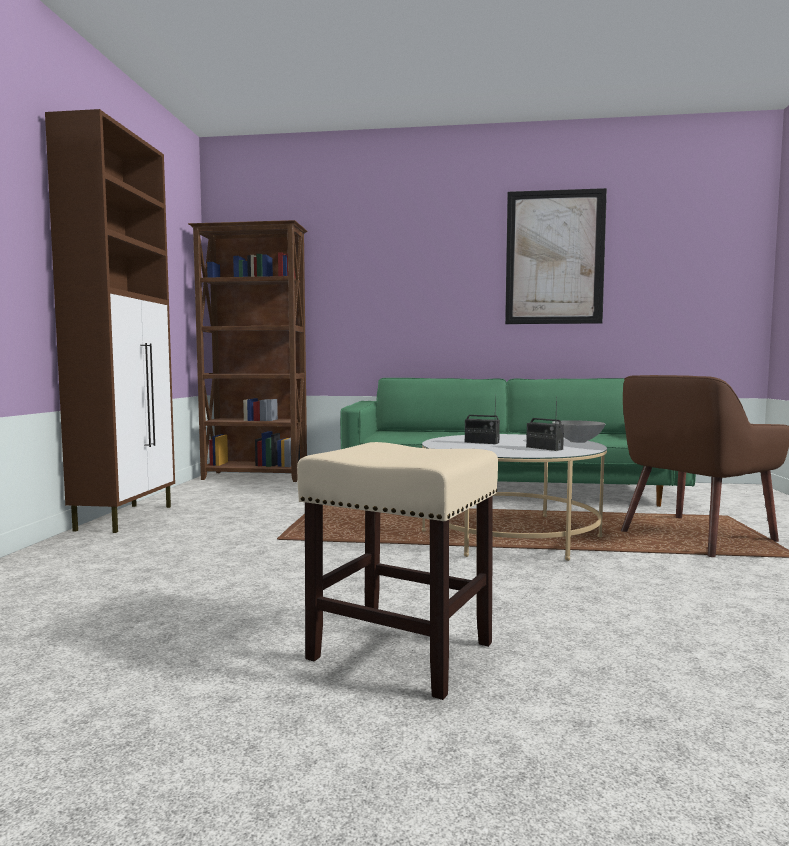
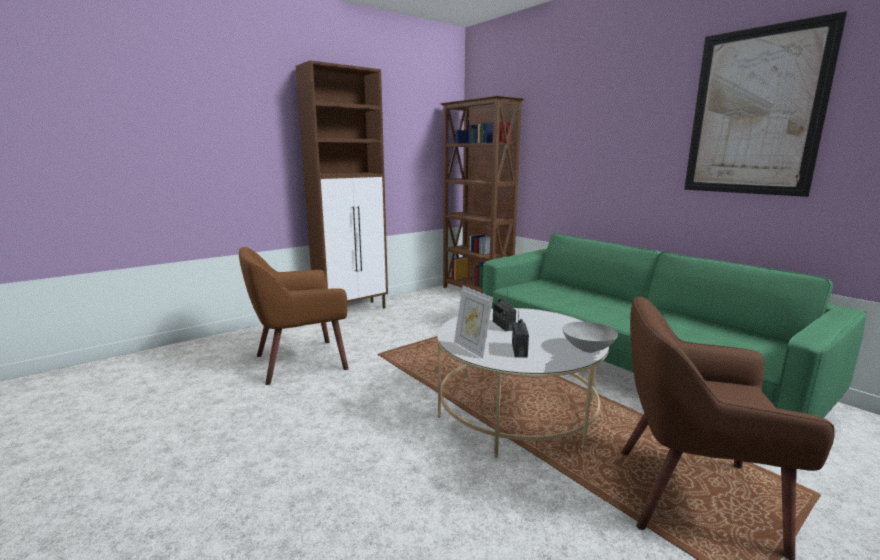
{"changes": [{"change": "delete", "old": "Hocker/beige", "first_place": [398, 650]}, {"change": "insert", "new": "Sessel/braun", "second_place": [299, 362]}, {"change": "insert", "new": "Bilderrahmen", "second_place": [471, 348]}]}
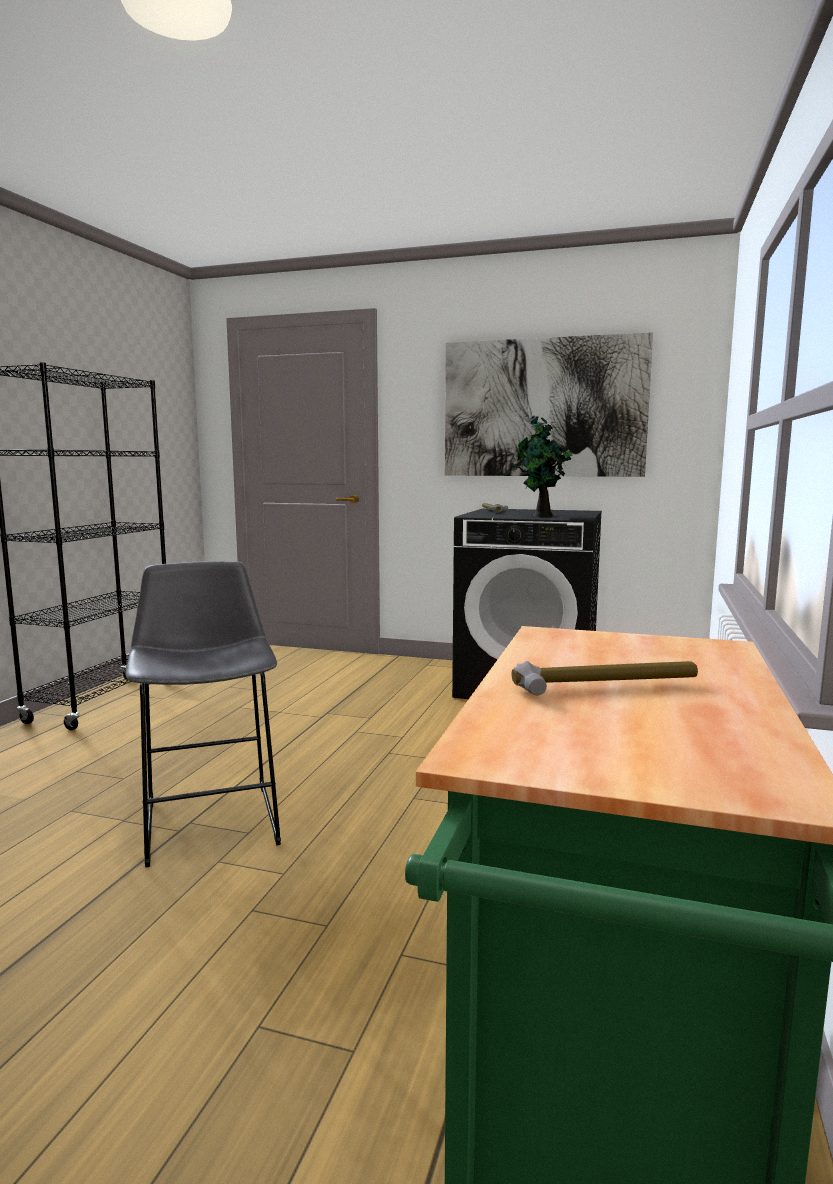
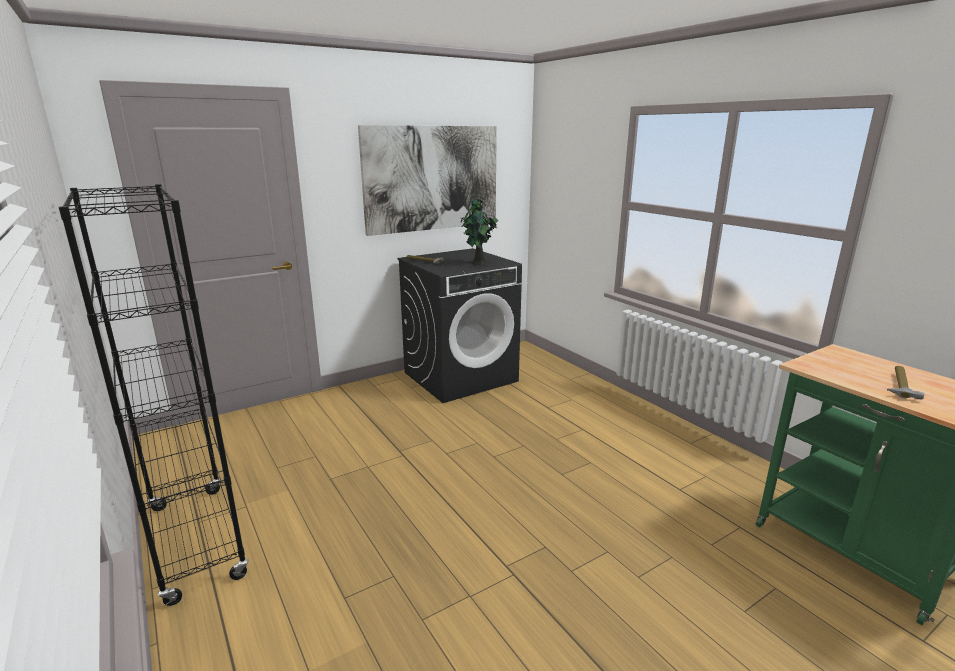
{"changes": [{"change": "delete", "old": "Hocker/grau", "first_place": [212, 817]}]}
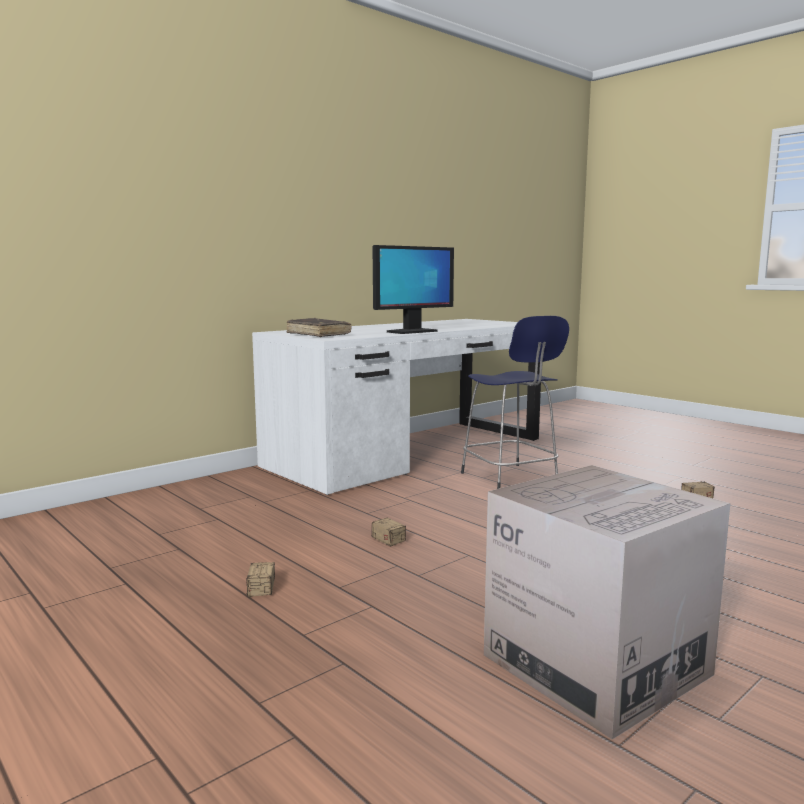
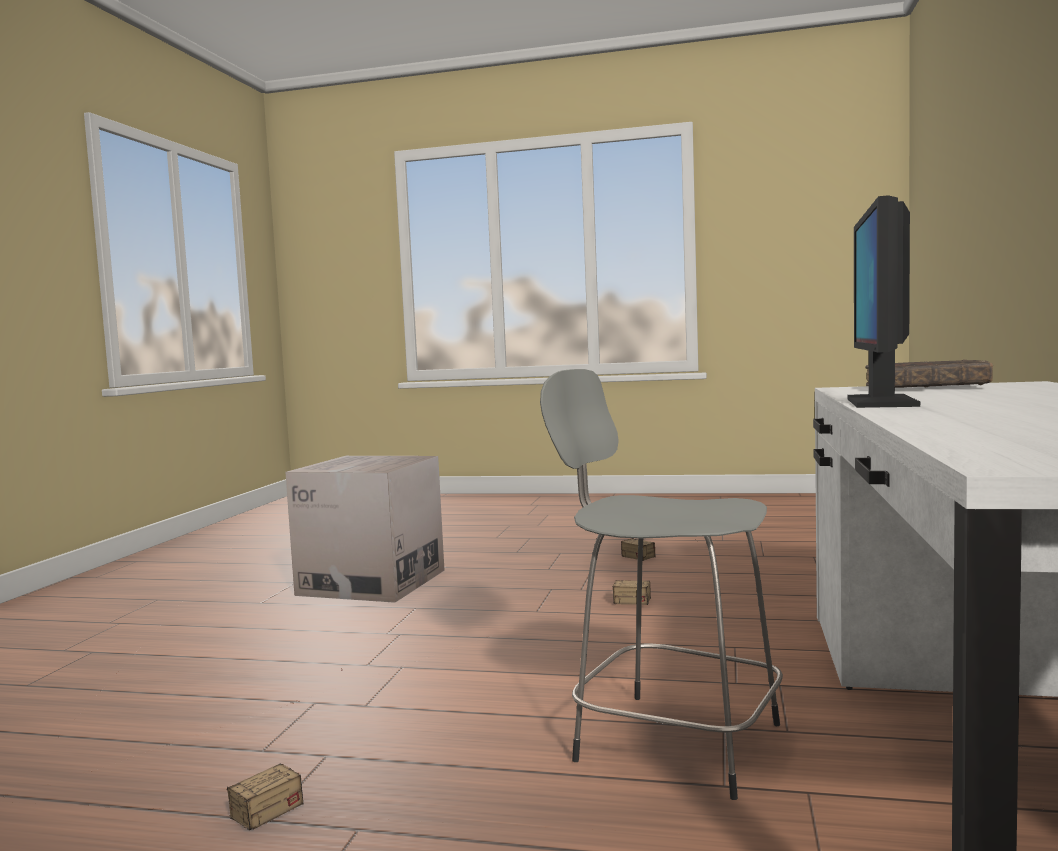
{"changes": [{"change": "recolor", "old": "Hocker/blau", "new": "Hocker/grau", "first_place": [510, 479], "second_place": [671, 740]}]}
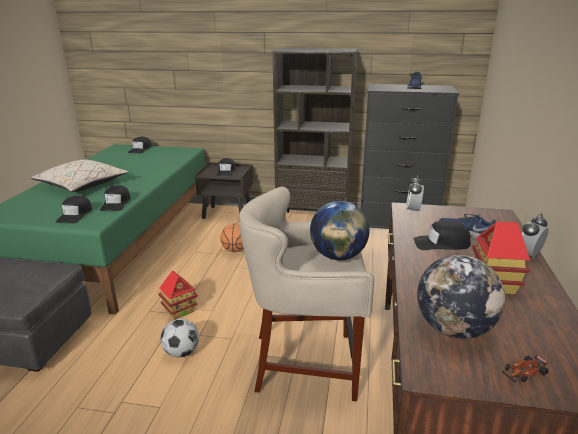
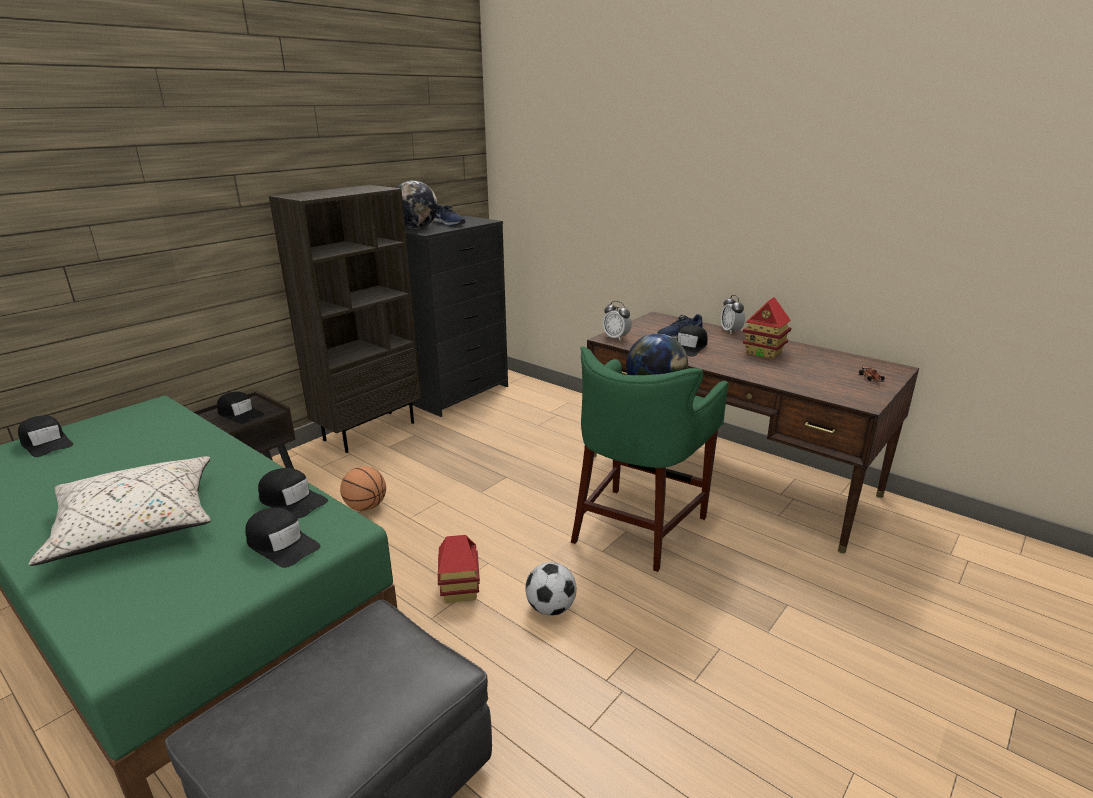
{"changes": [{"change": "recolor", "old": "Hocker/beige", "new": "Hocker/grün", "first_place": [306, 364], "second_place": [638, 527]}, {"change": "move", "old": "Globus", "first_place": [454, 329], "second_place": [416, 228]}]}
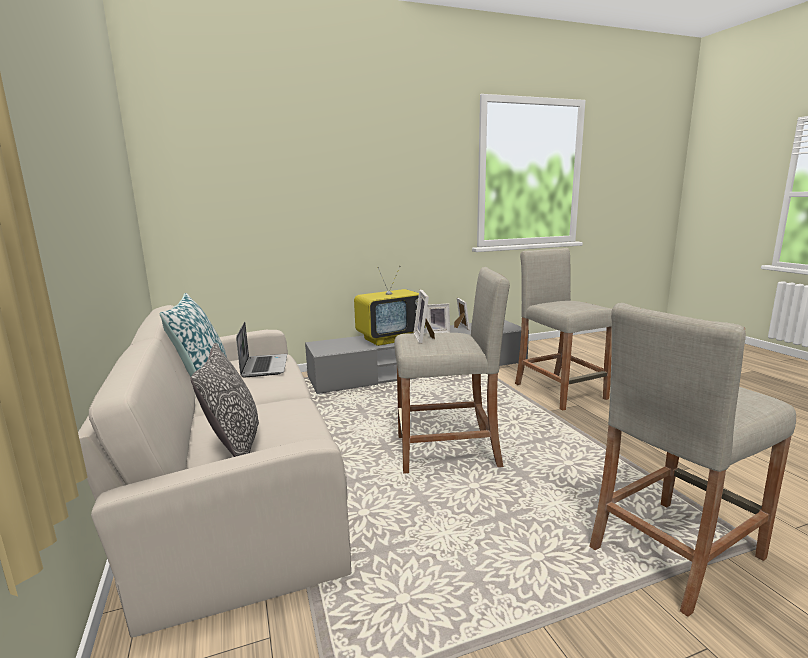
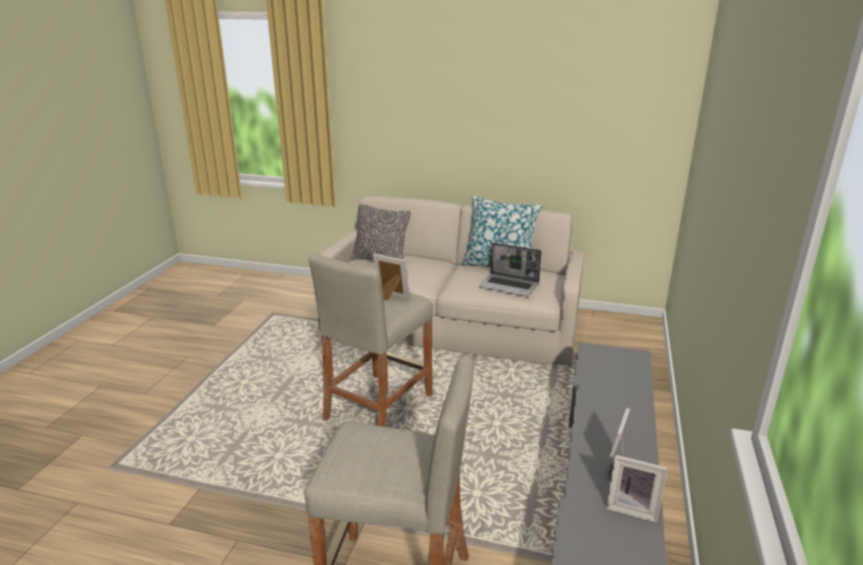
{"changes": [{"change": "delete", "old": "Fernseher", "first_place": [390, 338]}, {"change": "delete", "old": "Hocker/beige", "first_place": [674, 551]}]}
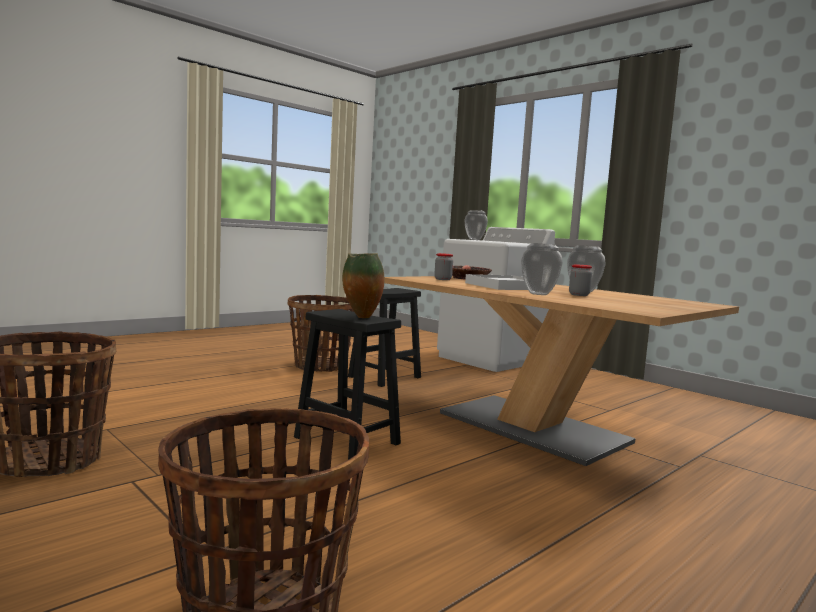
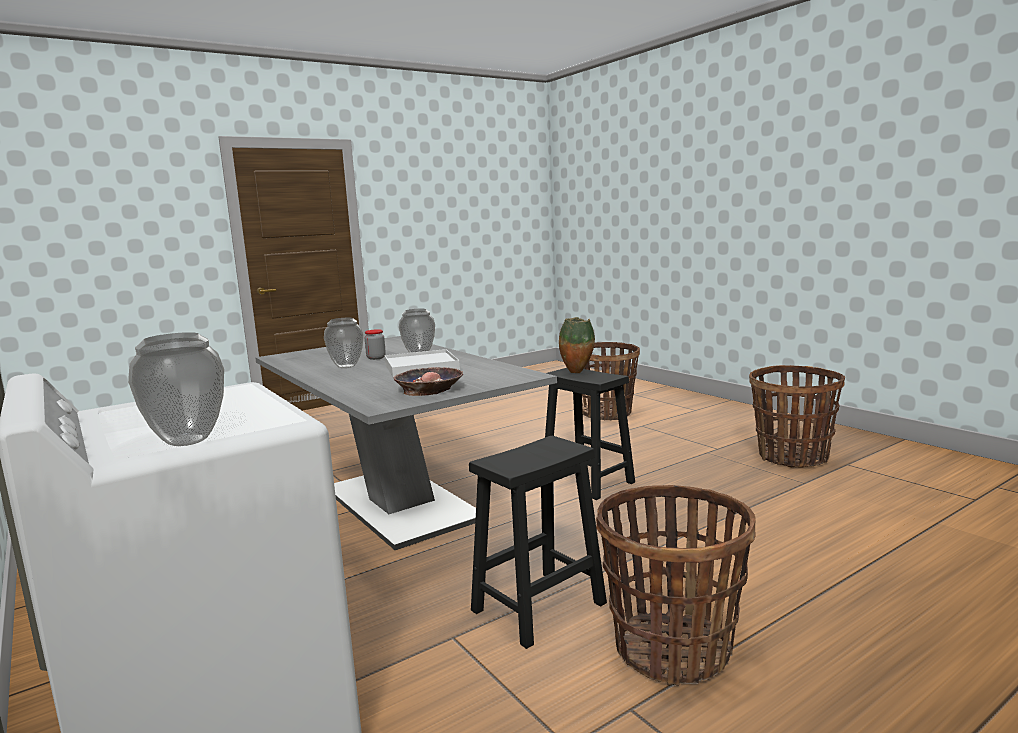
{"changes": [{"change": "delete", "old": "Vorratsglas", "first_place": [443, 279]}, {"change": "recolor", "old": "Esstisch/braun", "new": "Esstisch/grau", "first_place": [532, 427], "second_place": [400, 503]}]}
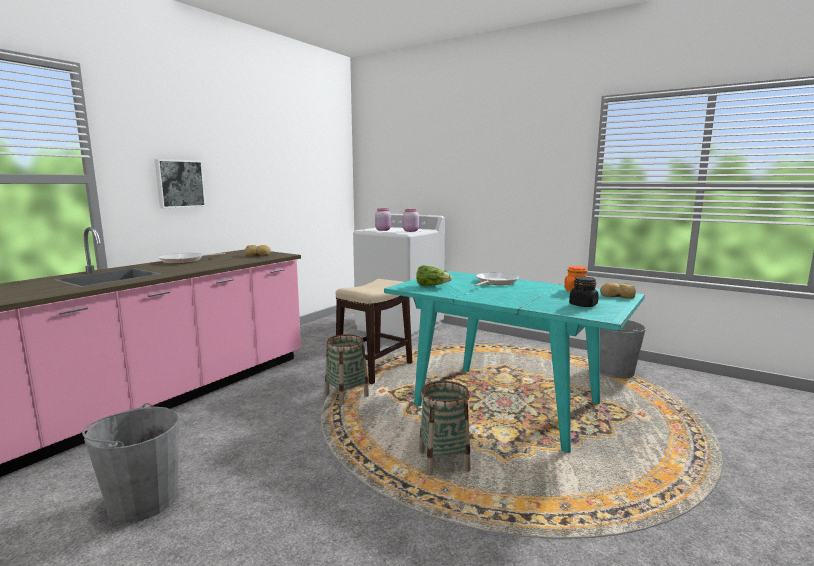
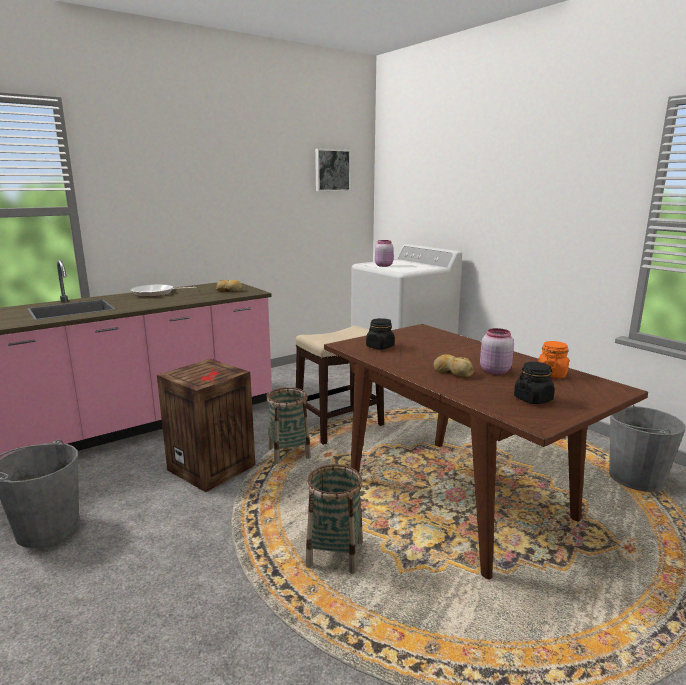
{"changes": [{"change": "move", "old": "Bild", "first_place": [180, 183], "second_place": [332, 170]}, {"change": "move", "old": "Vorratsglas/rosa", "first_place": [410, 231], "second_place": [494, 370]}, {"change": "replace", "old": "Salatkopf", "new": "Vorratsglas/schwarz", "first_place": [432, 286], "second_place": [380, 347]}, {"change": "recolor", "old": "Esstisch/türkis", "new": "Esstisch/braun", "first_place": [505, 404], "second_place": [455, 497]}, {"change": "delete", "old": "Pfanne", "first_place": [495, 282]}, {"change": "move", "old": "Brot", "first_place": [617, 296], "second_place": [452, 372]}, {"change": "insert", "new": "Kiste", "second_place": [213, 467]}]}
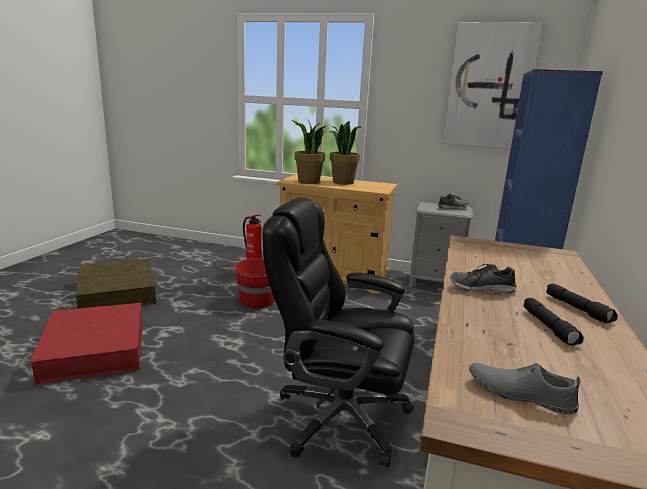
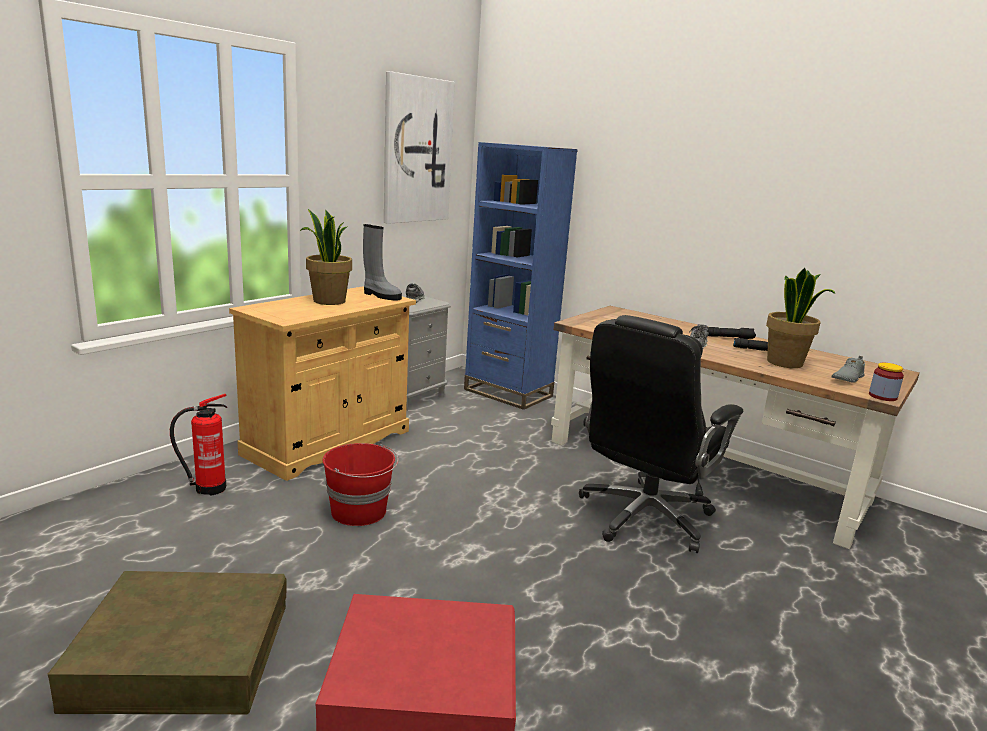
{"changes": [{"change": "move", "old": "Topfpflanze", "first_place": [308, 182], "second_place": [785, 363]}, {"change": "insert", "new": "Stiefel/grau", "second_place": [380, 296]}, {"change": "insert", "new": "Vorratsglas", "second_place": [882, 396]}]}
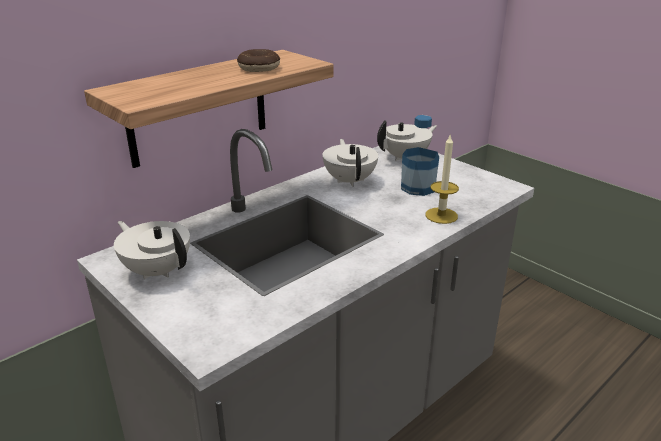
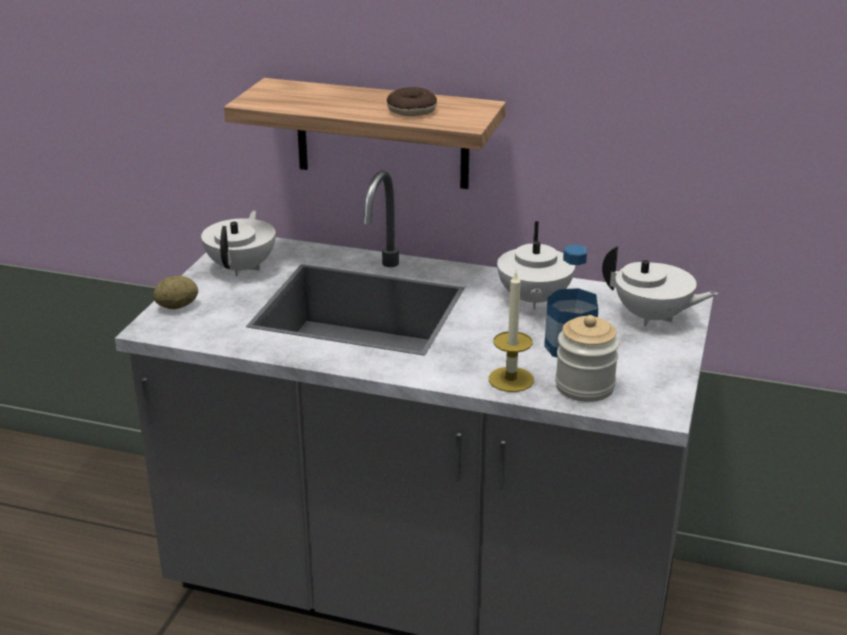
{"changes": [{"change": "rotate", "old": "Teekanne/weiß", "first_place": [350, 180], "second_place": [533, 300], "degrees": 135}, {"change": "insert", "new": "Kartoffel", "second_place": [177, 306]}, {"change": "insert", "new": "Vorratsglas", "second_place": [584, 386]}]}
